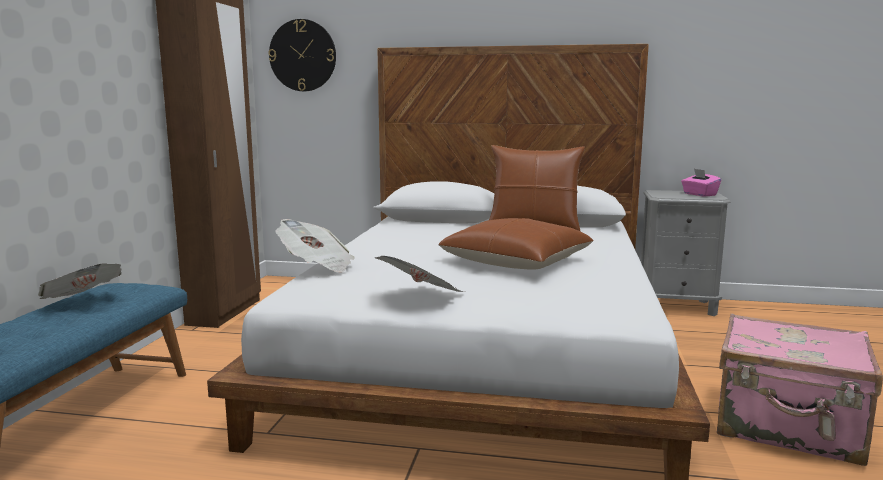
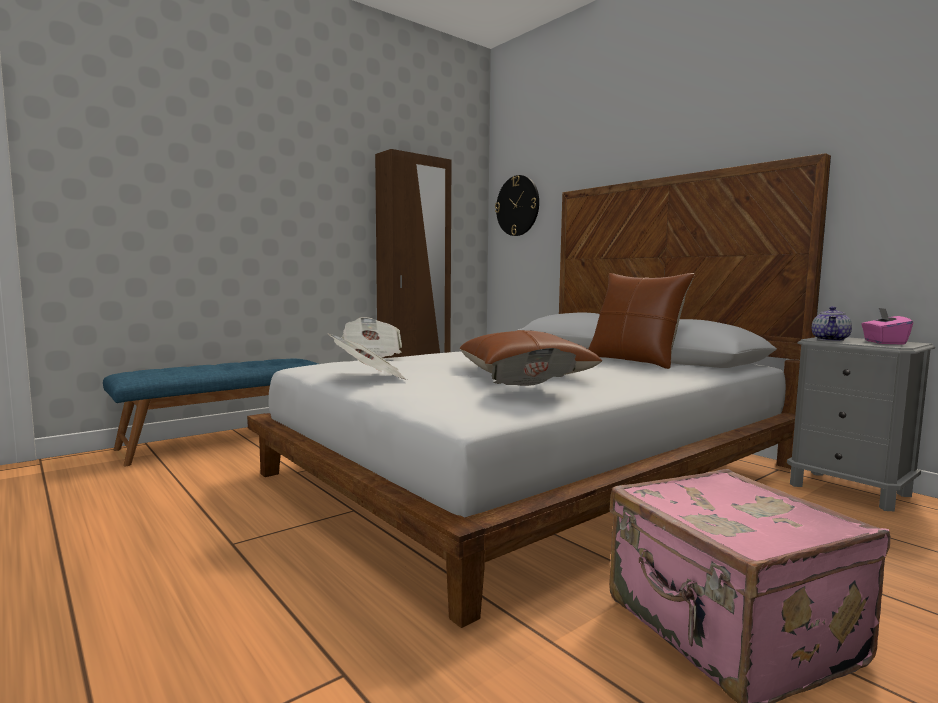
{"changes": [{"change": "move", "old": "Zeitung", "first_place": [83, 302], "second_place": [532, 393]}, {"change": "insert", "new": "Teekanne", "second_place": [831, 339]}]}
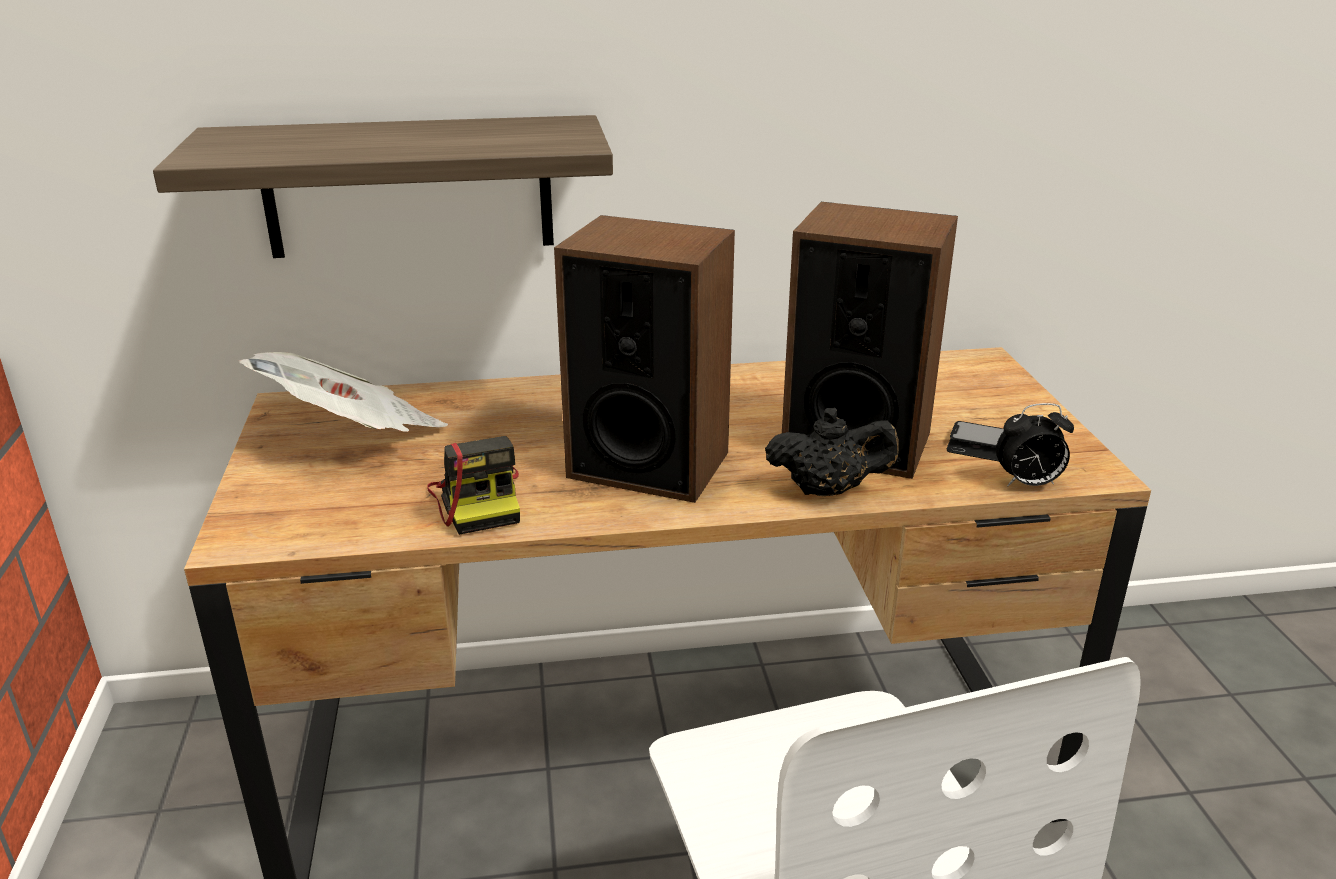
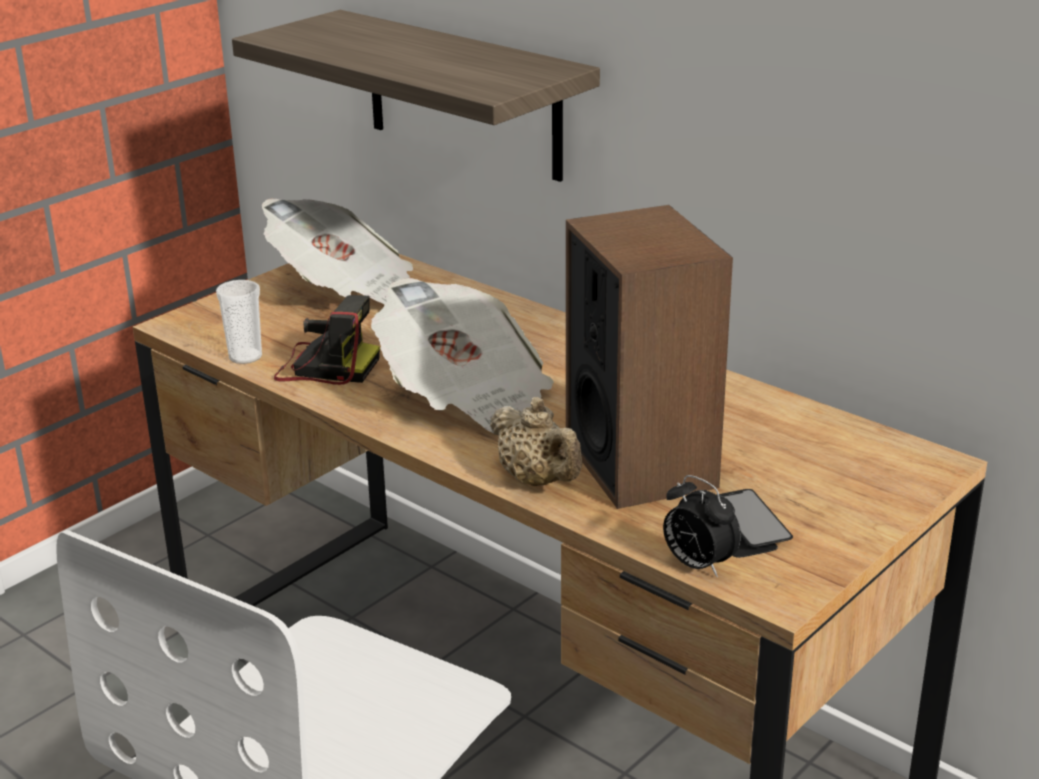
{"changes": [{"change": "replace", "old": "Lautsprecher", "new": "Zeitung", "first_place": [648, 464], "second_place": [465, 398]}, {"change": "recolor", "old": "Teekanne/schwarz", "new": "Teekanne/beige", "first_place": [828, 490], "second_place": [538, 480]}, {"change": "rotate", "old": "Kamera", "first_place": [479, 501], "second_place": [325, 367], "degrees": -105}, {"change": "insert", "new": "Tasse", "second_place": [245, 357]}]}
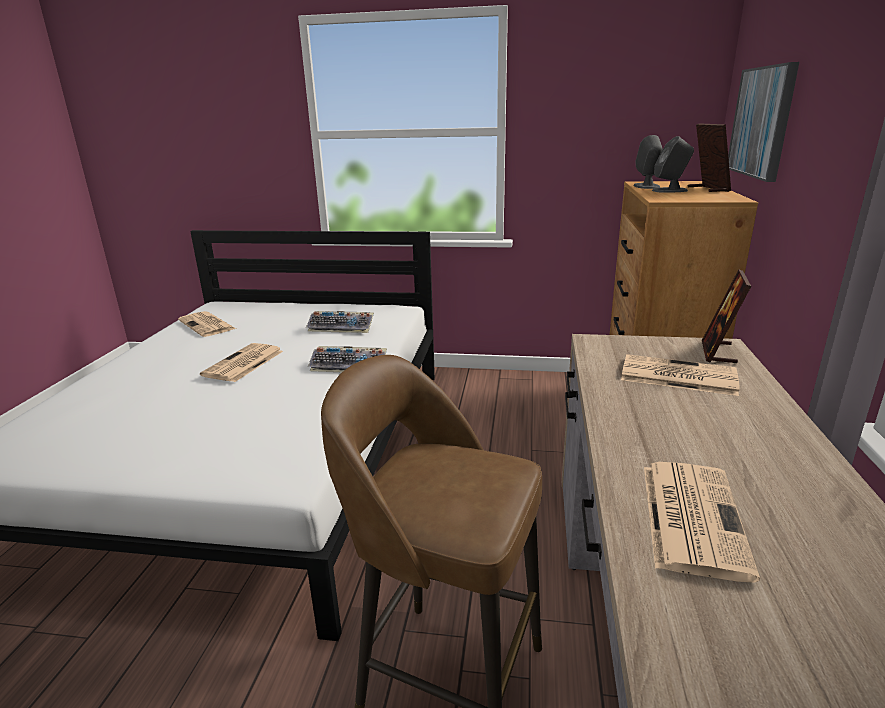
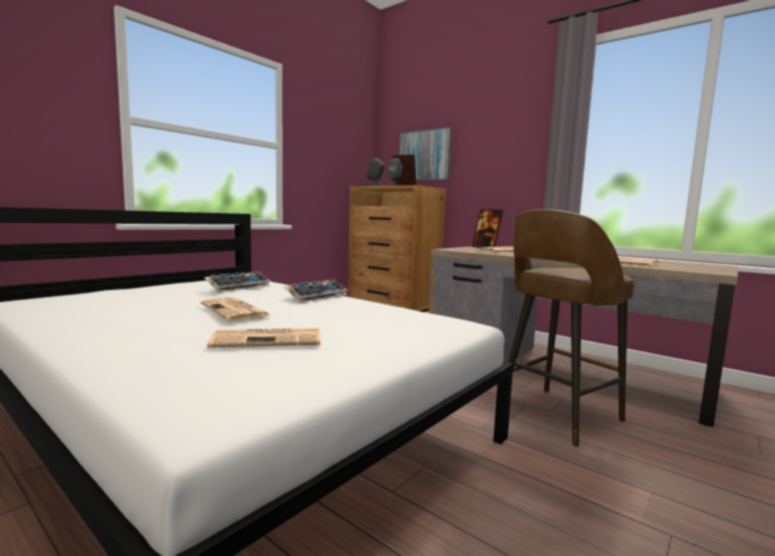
{"changes": [{"change": "move", "old": "Zeitung", "first_place": [207, 325], "second_place": [269, 339]}]}
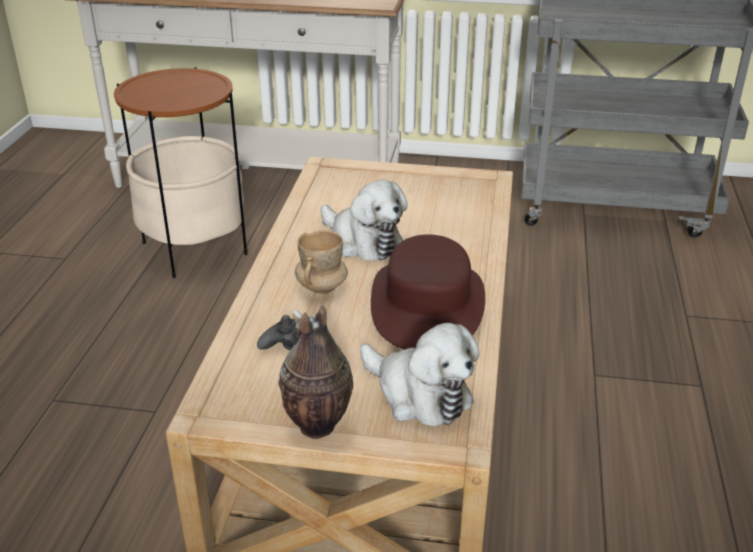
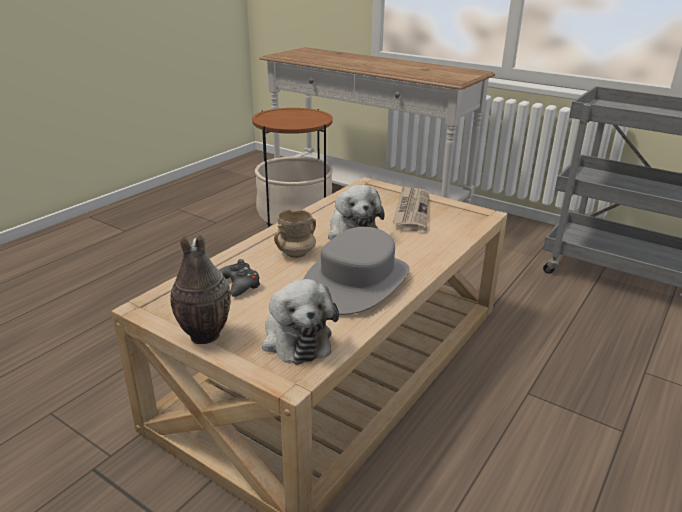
{"changes": [{"change": "recolor", "old": "Hut/braun", "new": "Hut/grau", "first_place": [427, 305], "second_place": [357, 282]}, {"change": "insert", "new": "Zeitung", "second_place": [411, 210]}]}
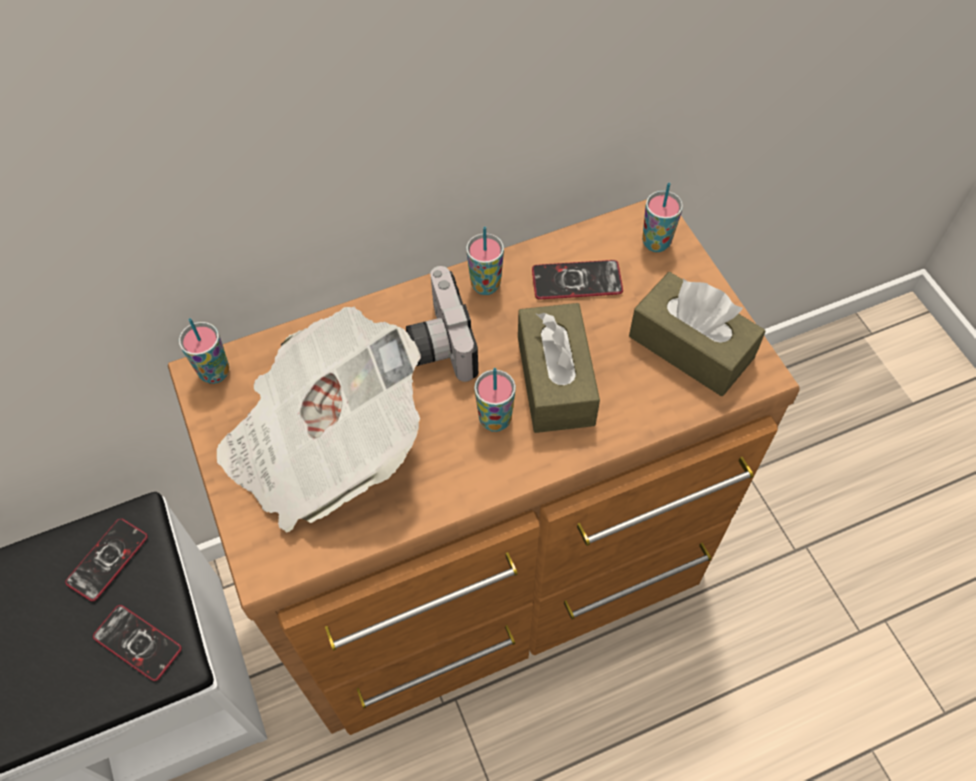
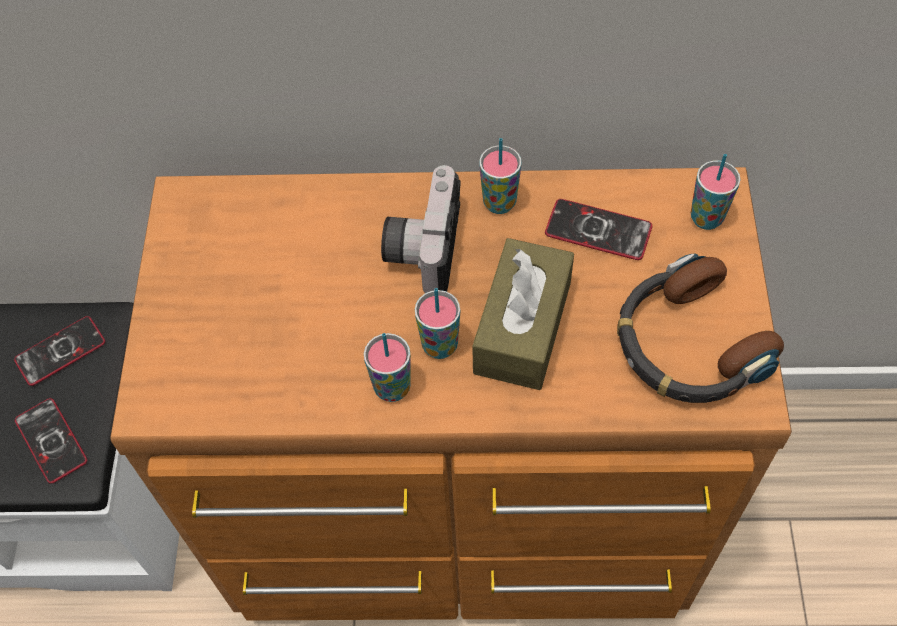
{"changes": [{"change": "replace", "old": "Taschentuchbox/braun", "new": "Kopfhörer", "first_place": [691, 347], "second_place": [688, 344]}, {"change": "delete", "old": "Zeitung", "first_place": [324, 445]}, {"change": "move", "old": "Tasse", "first_place": [215, 372], "second_place": [392, 388]}]}
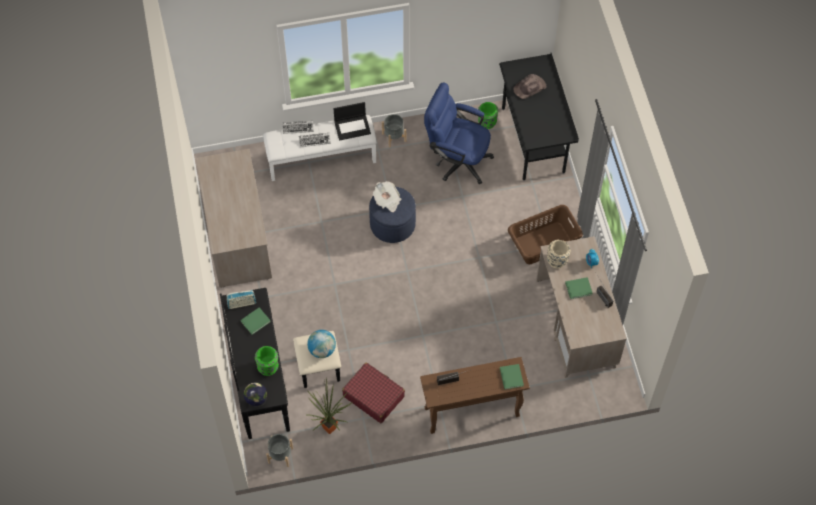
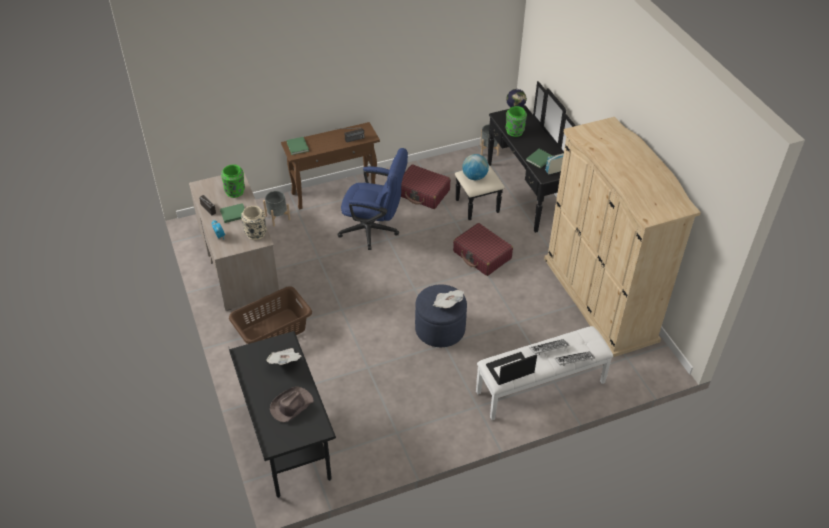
{"changes": [{"change": "move", "old": "Bürostuhl/blau", "first_place": [457, 159], "second_place": [374, 231]}, {"change": "move", "old": "Vase/grün", "first_place": [487, 122], "second_place": [235, 191]}, {"change": "move", "old": "Pflanzkübel/grau", "first_place": [394, 137], "second_place": [277, 217]}, {"change": "replace", "old": "Schreibtisch/beige", "new": "Kleiderschrank/beige", "first_place": [237, 235], "second_place": [599, 298]}, {"change": "delete", "old": "Topfpflanze", "first_place": [331, 427]}, {"change": "insert", "new": "Koffer/rot", "second_place": [482, 255]}, {"change": "insert", "new": "Zeitung", "second_place": [285, 362]}]}
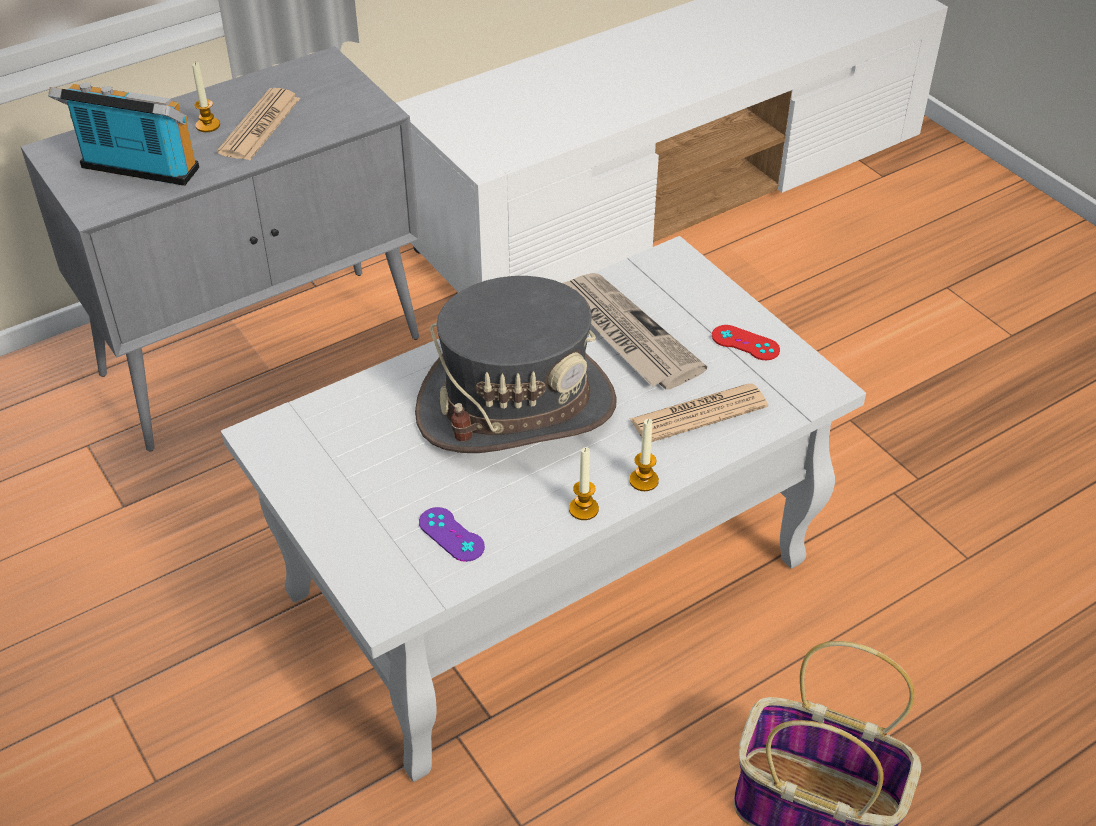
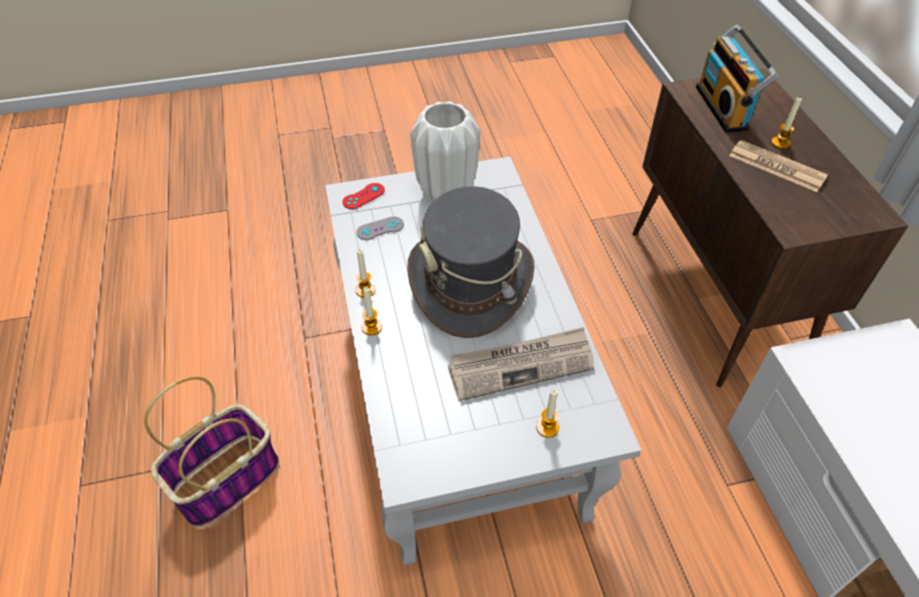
{"changes": [{"change": "recolor", "old": "Schrank/grau", "new": "Schrank/braun", "first_place": [264, 355], "second_place": [714, 297]}, {"change": "rotate", "old": "Radio", "first_place": [137, 171], "second_place": [724, 108], "degrees": 135}, {"change": "move", "old": "Gamepad/rot", "first_place": [745, 343], "second_place": [363, 196]}, {"change": "delete", "old": "Zeitung", "first_place": [698, 414]}, {"change": "recolor", "old": "Gamepad/lila", "new": "Gamepad/grau", "first_place": [451, 534], "second_place": [380, 228]}, {"change": "insert", "new": "Vase/weiß", "second_place": [447, 191]}, {"change": "insert", "new": "Kerze", "second_place": [547, 427]}]}
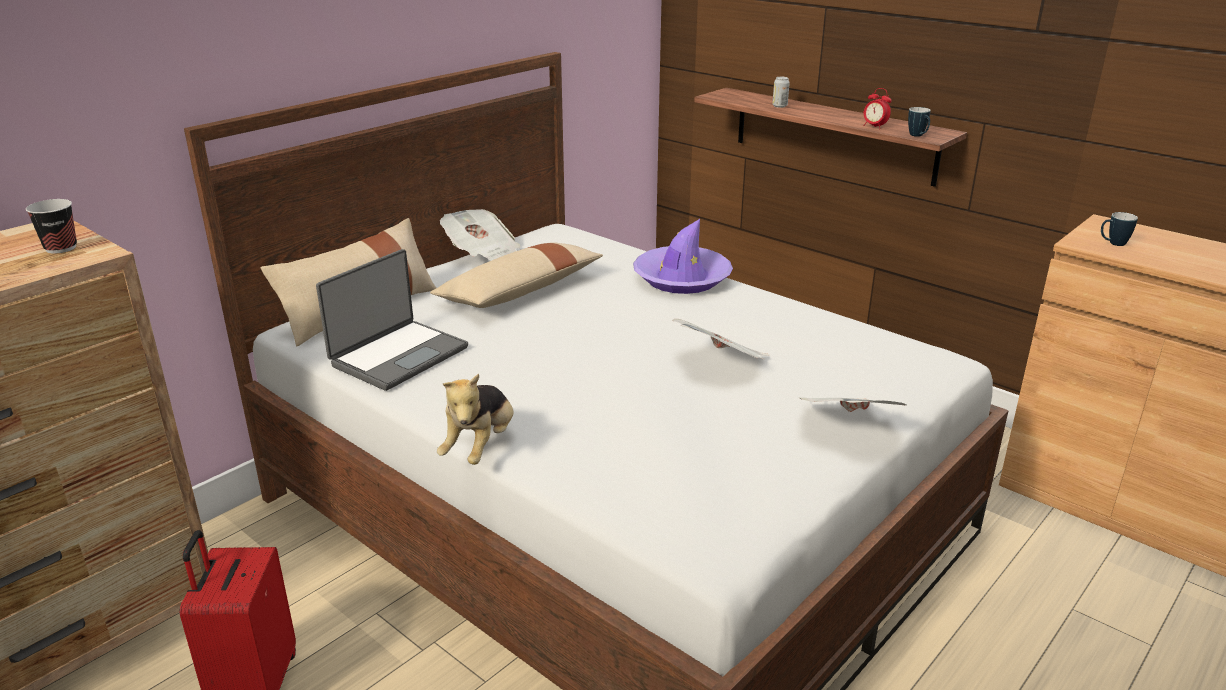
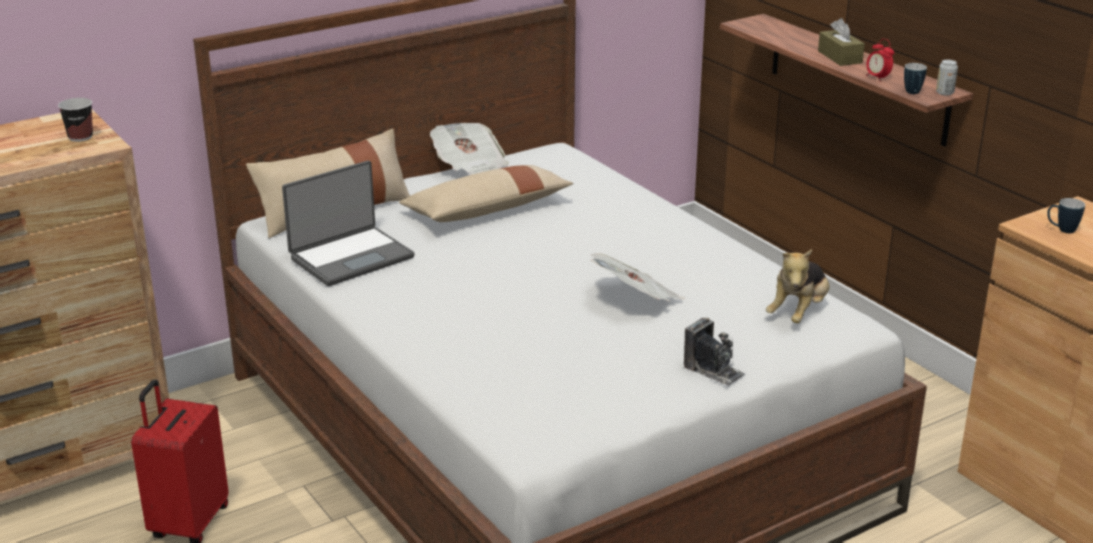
{"changes": [{"change": "move", "old": "Dose", "first_place": [779, 106], "second_place": [944, 93]}, {"change": "delete", "old": "Hut/lila", "first_place": [682, 279]}, {"change": "move", "old": "Plüschtier", "first_place": [480, 446], "second_place": [798, 312]}, {"change": "replace", "old": "Zeitung", "new": "Kamera", "first_place": [847, 426], "second_place": [713, 370]}, {"change": "insert", "new": "Taschentuchbox/braun", "second_place": [839, 57]}]}
